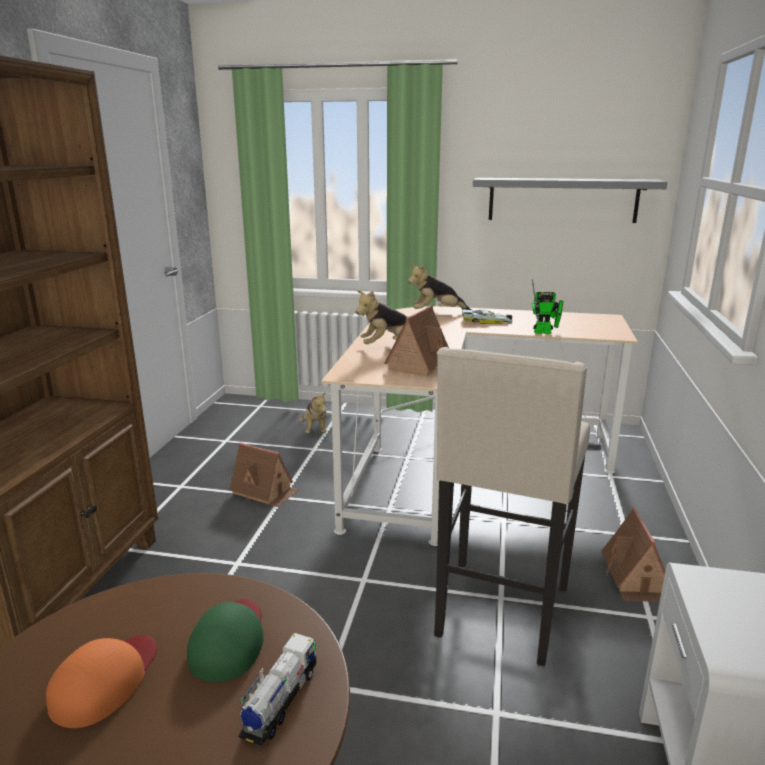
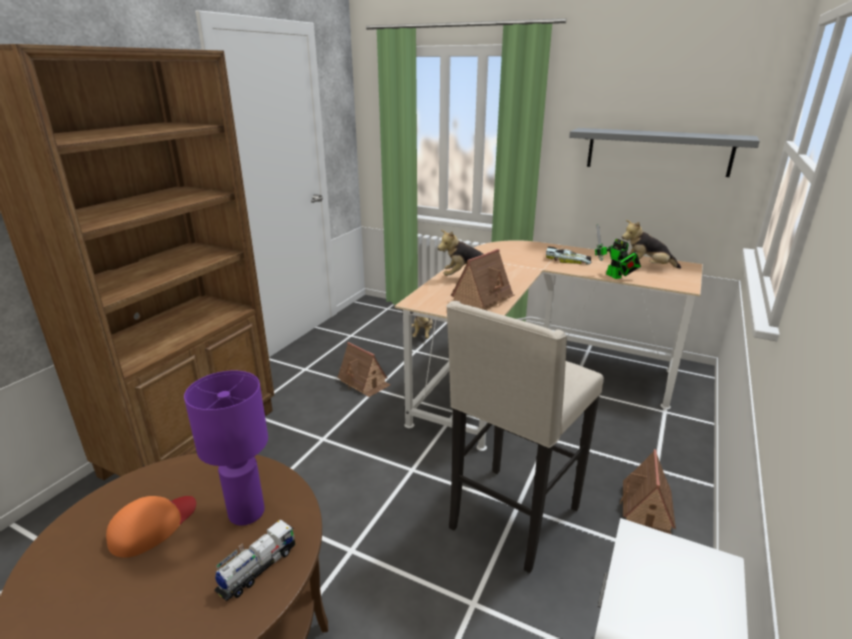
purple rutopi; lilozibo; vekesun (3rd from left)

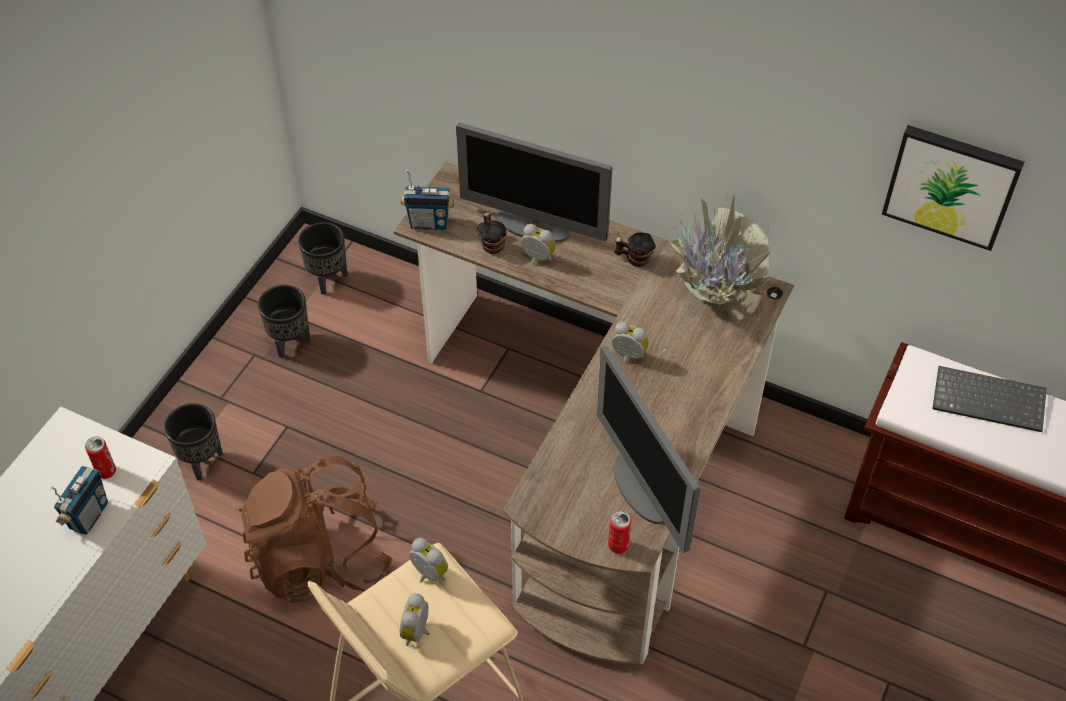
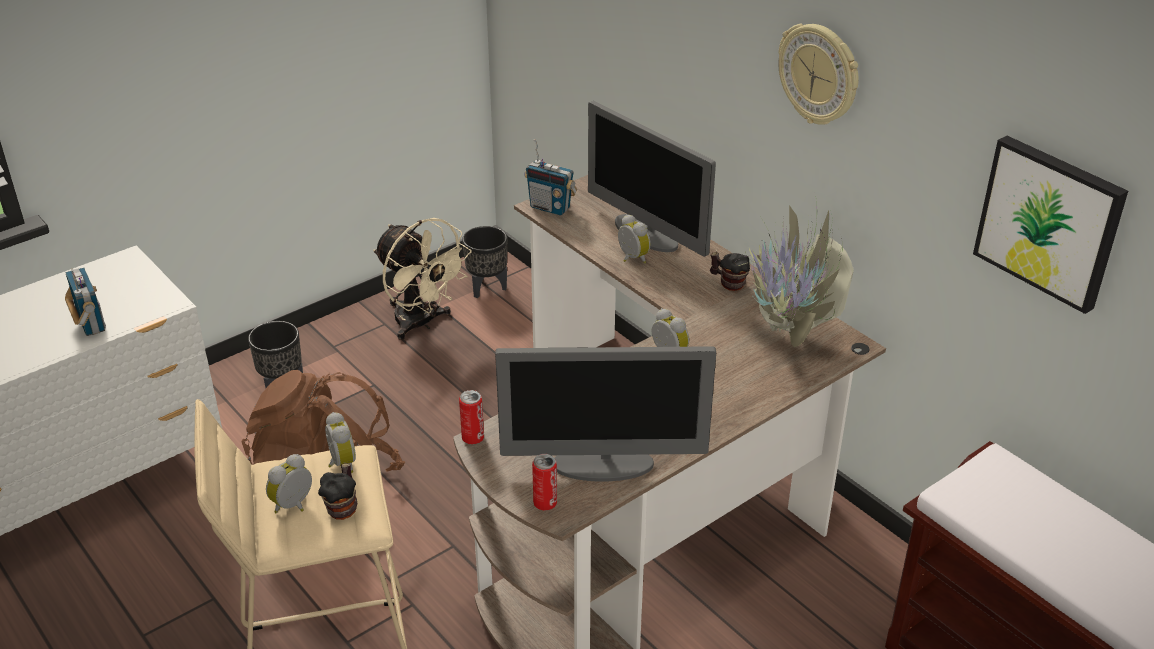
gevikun (1st from left); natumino (1st from left); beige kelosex; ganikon (1st from left); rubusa (1st from left); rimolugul; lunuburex

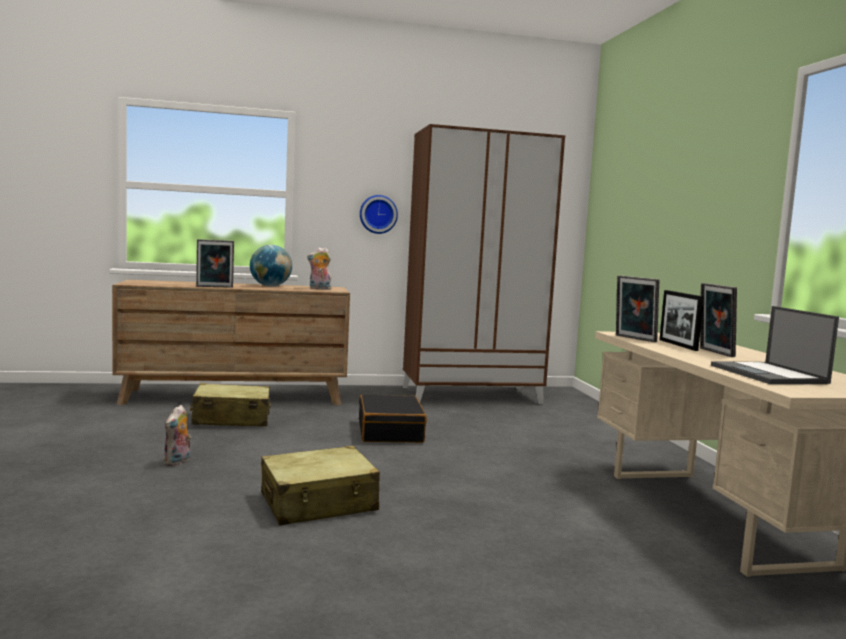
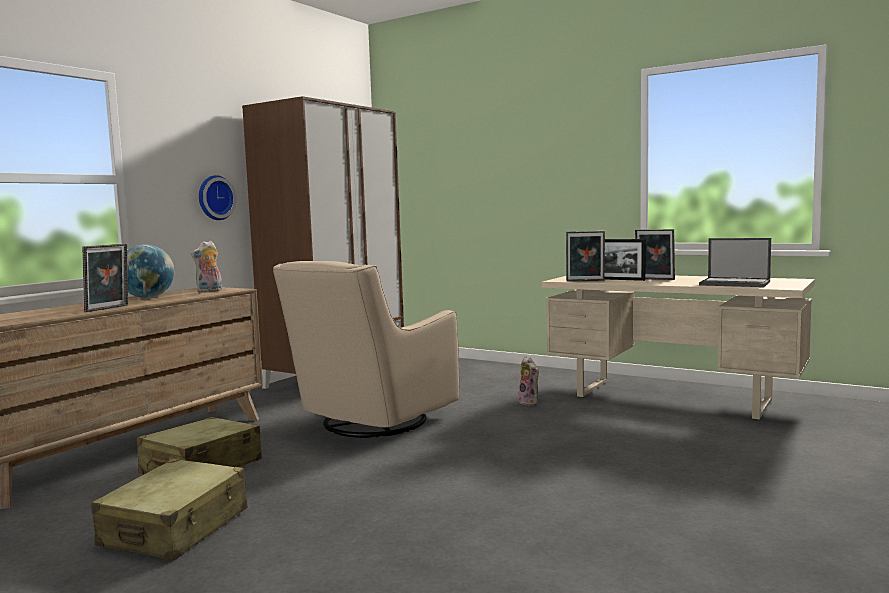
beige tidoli (1st from left); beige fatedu; vekesun (2nd from left)

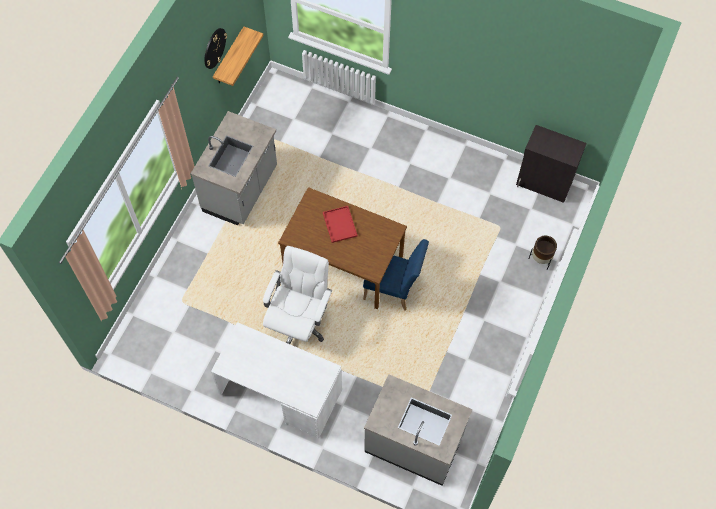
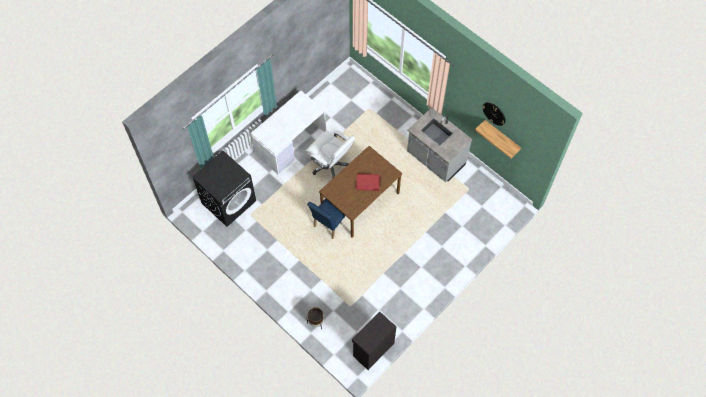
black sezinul

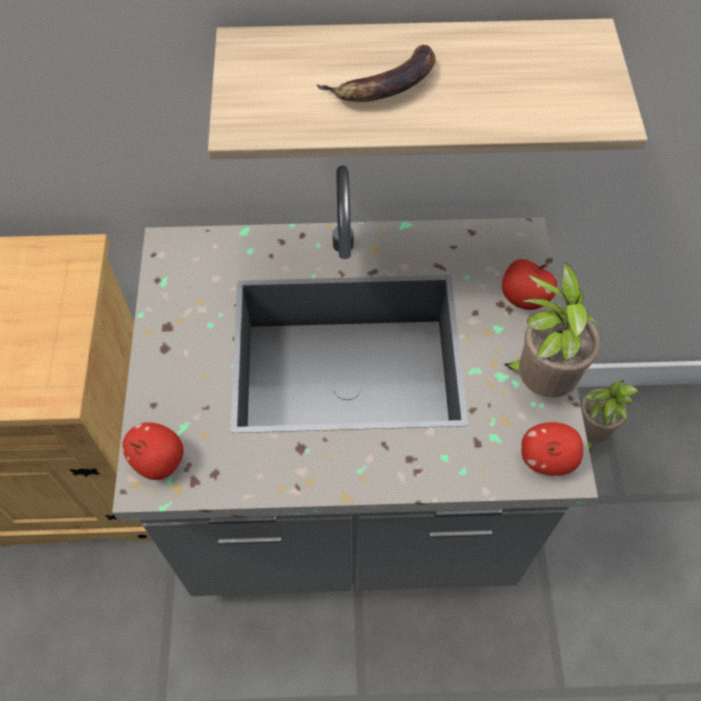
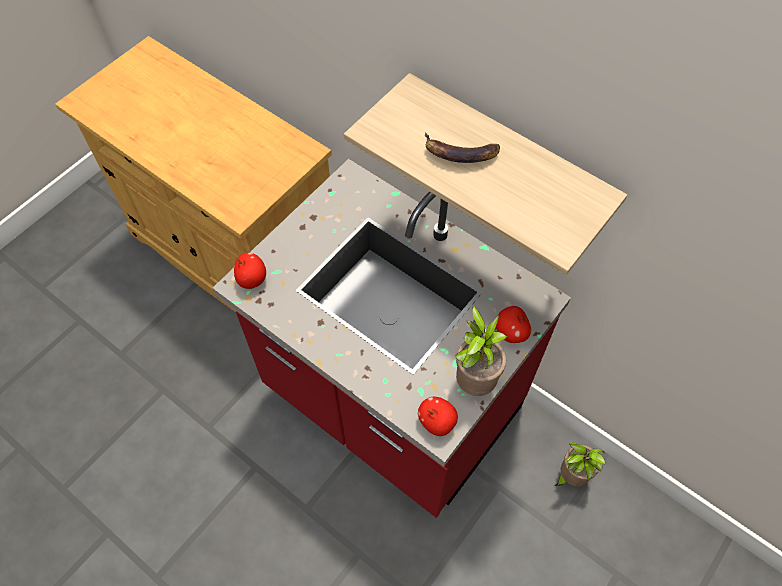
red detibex

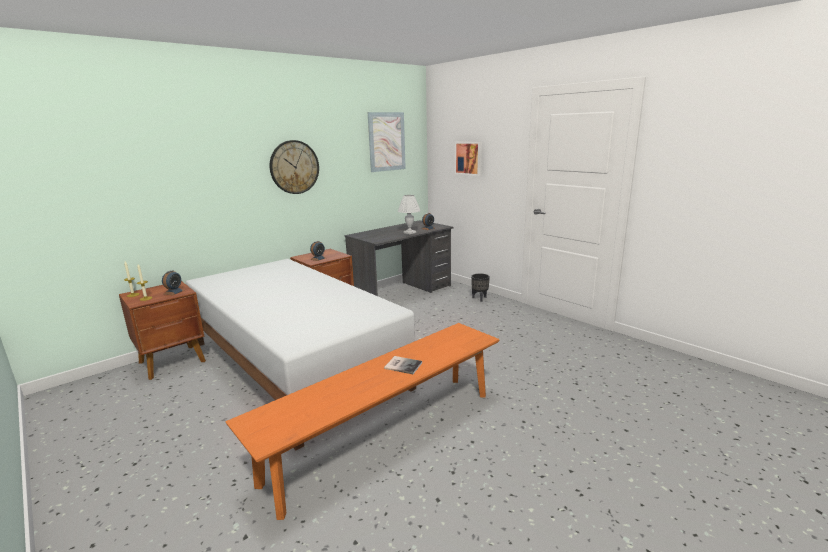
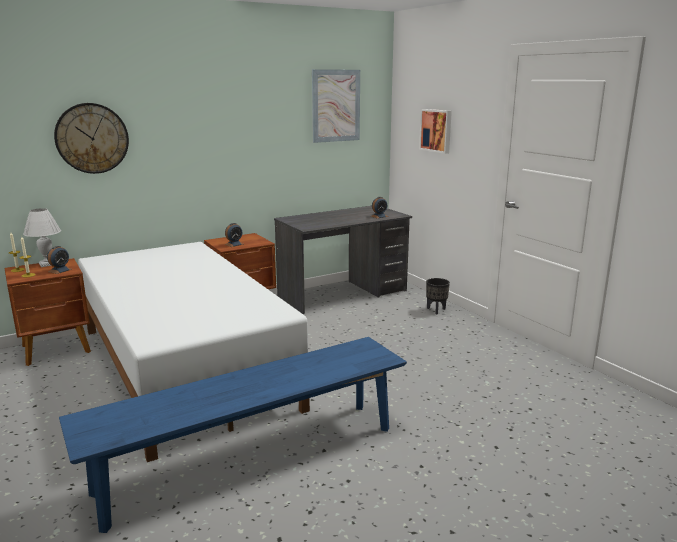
white rutopi; rimolugul; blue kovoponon; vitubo

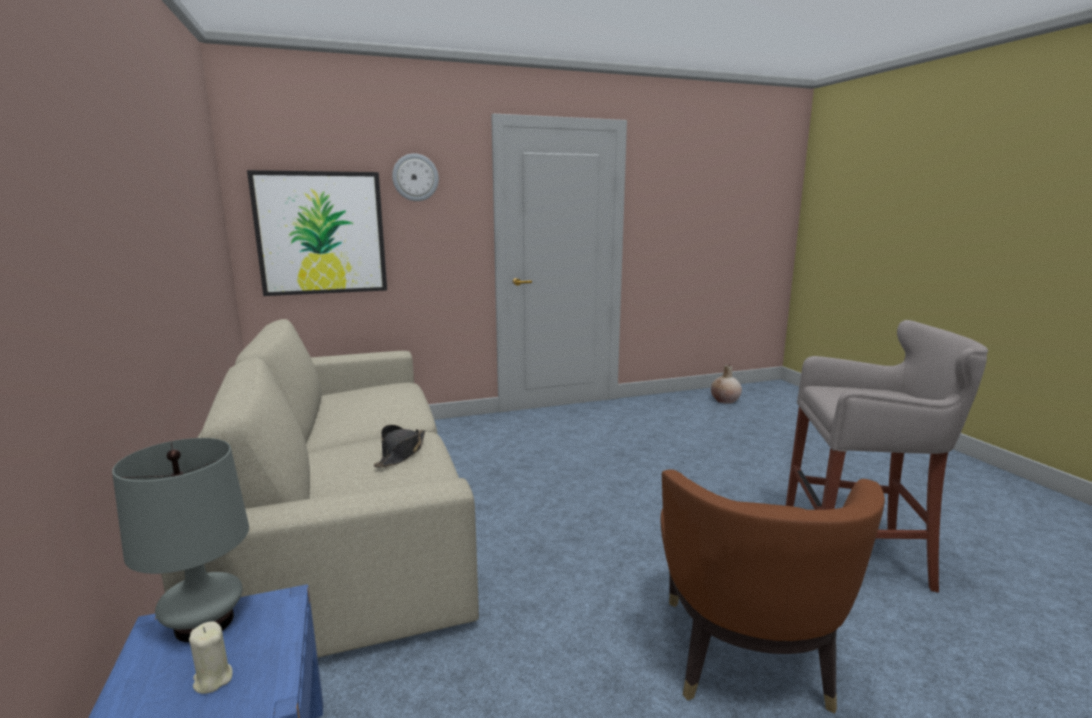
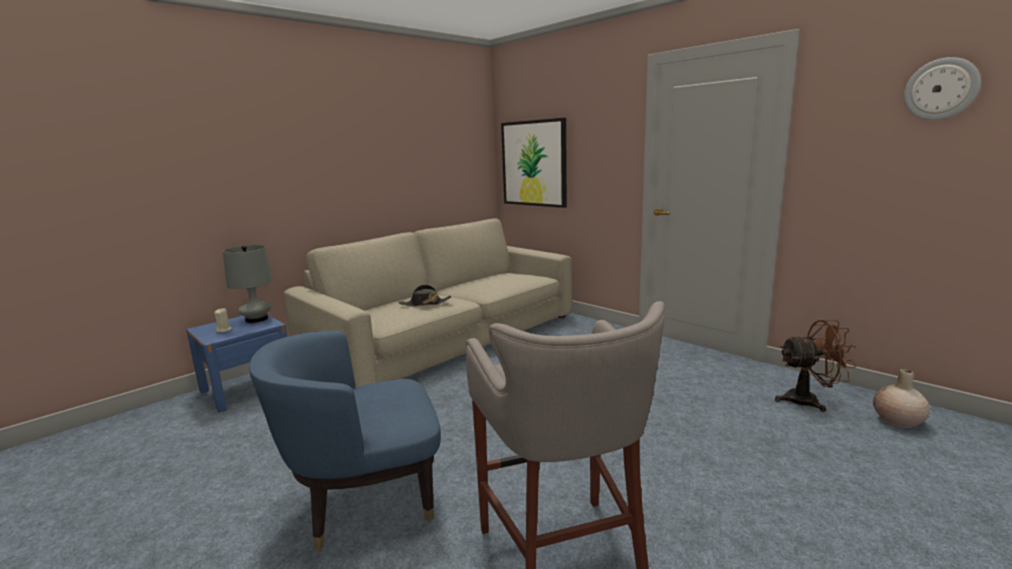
blue fatedu; brown kelosex; rimolugul

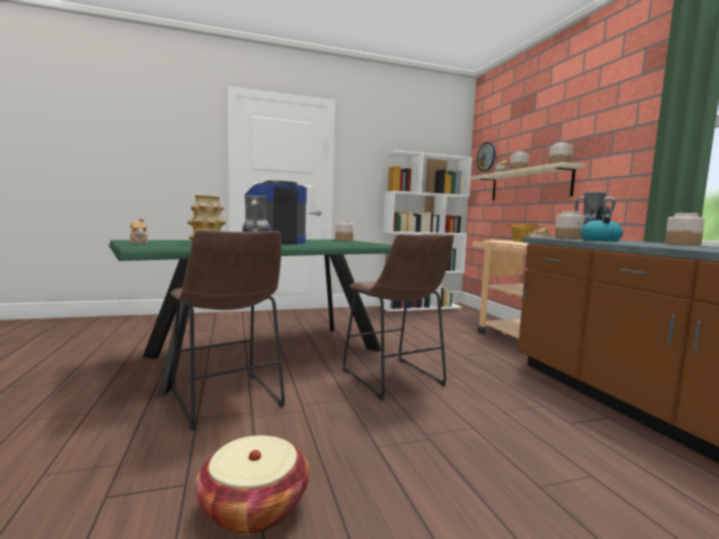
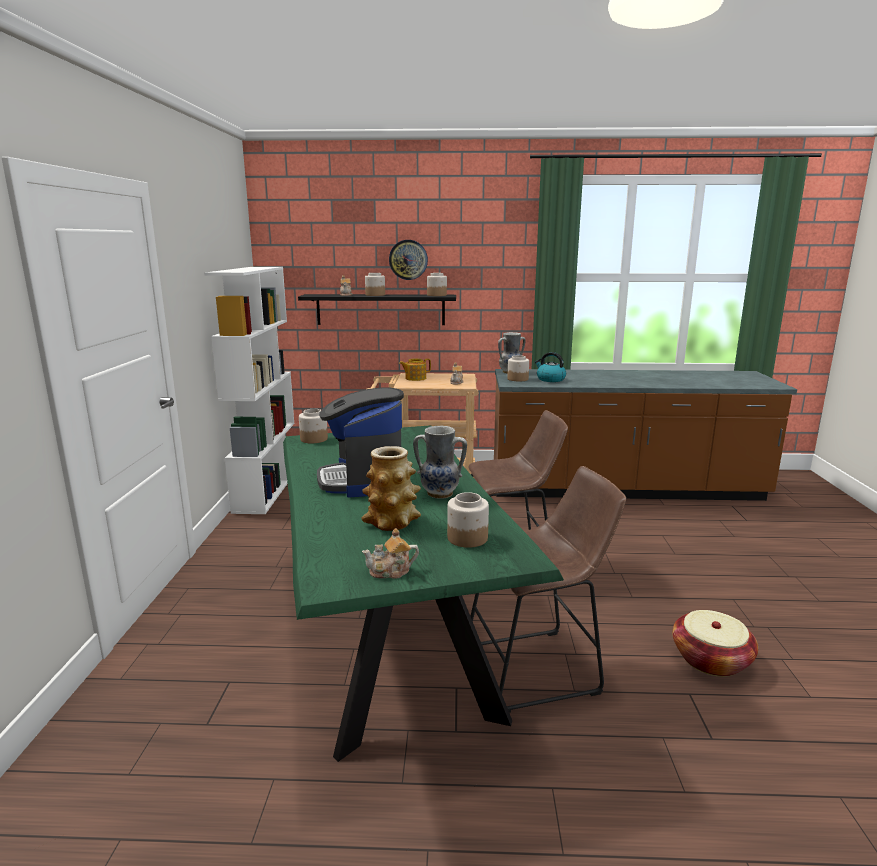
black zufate; rimolugul; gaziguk (4th from left)

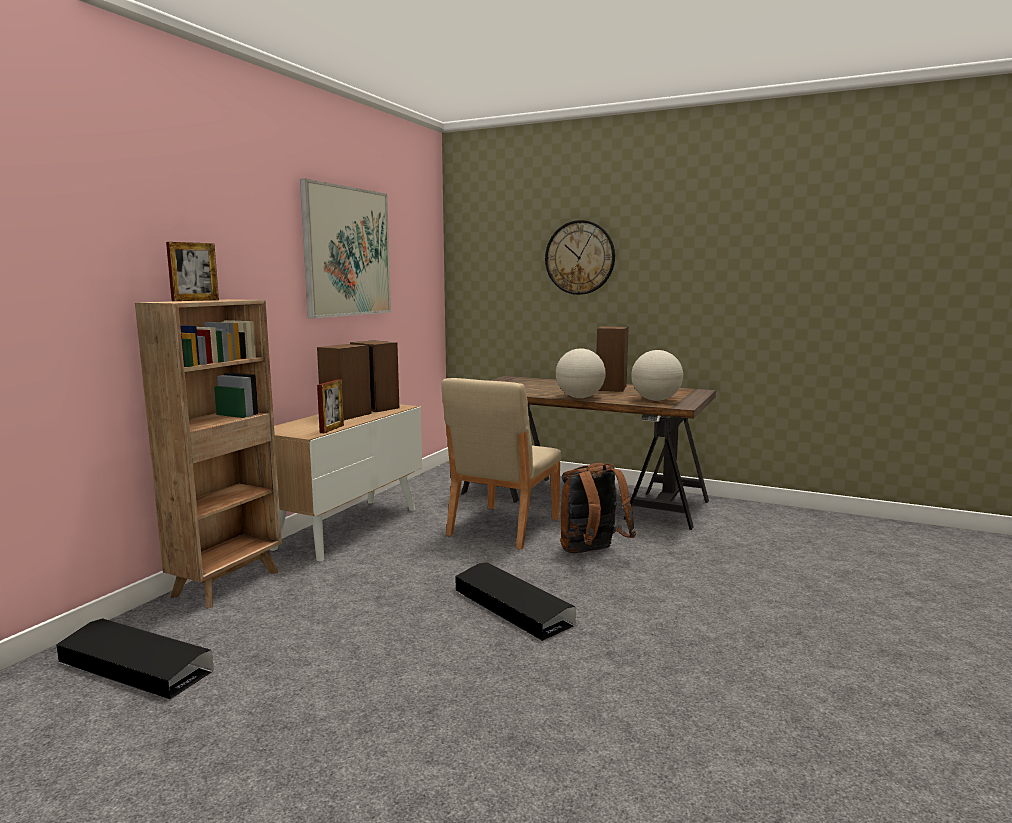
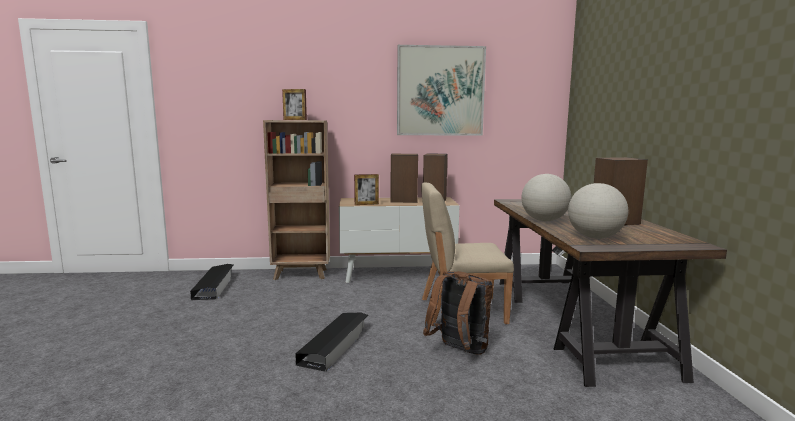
rimolugul

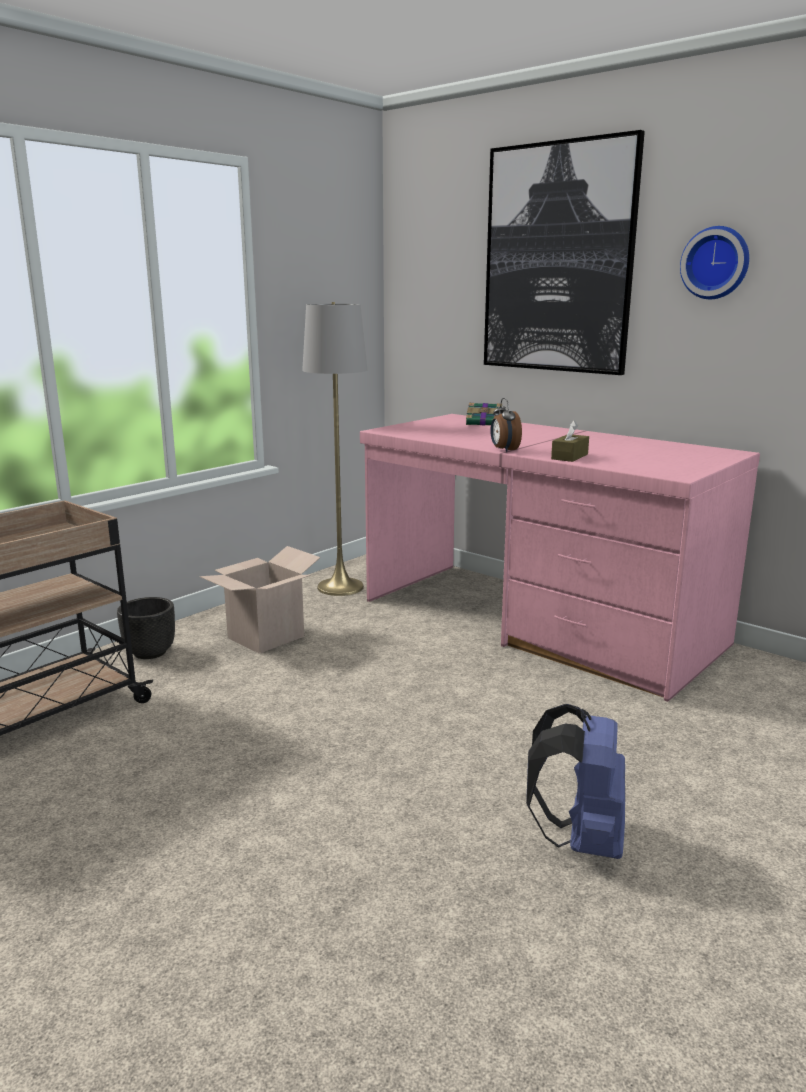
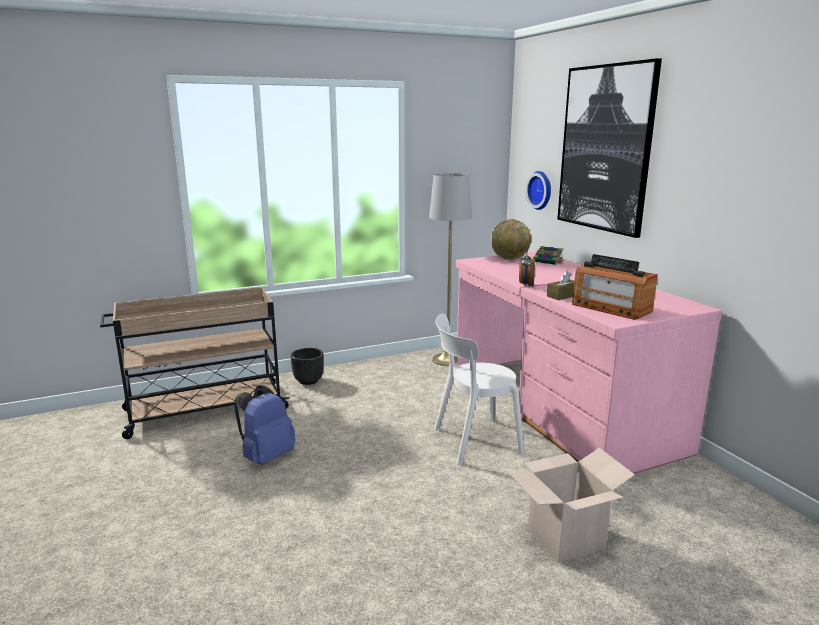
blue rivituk; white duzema; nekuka; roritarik; rimolugul; gevikun

